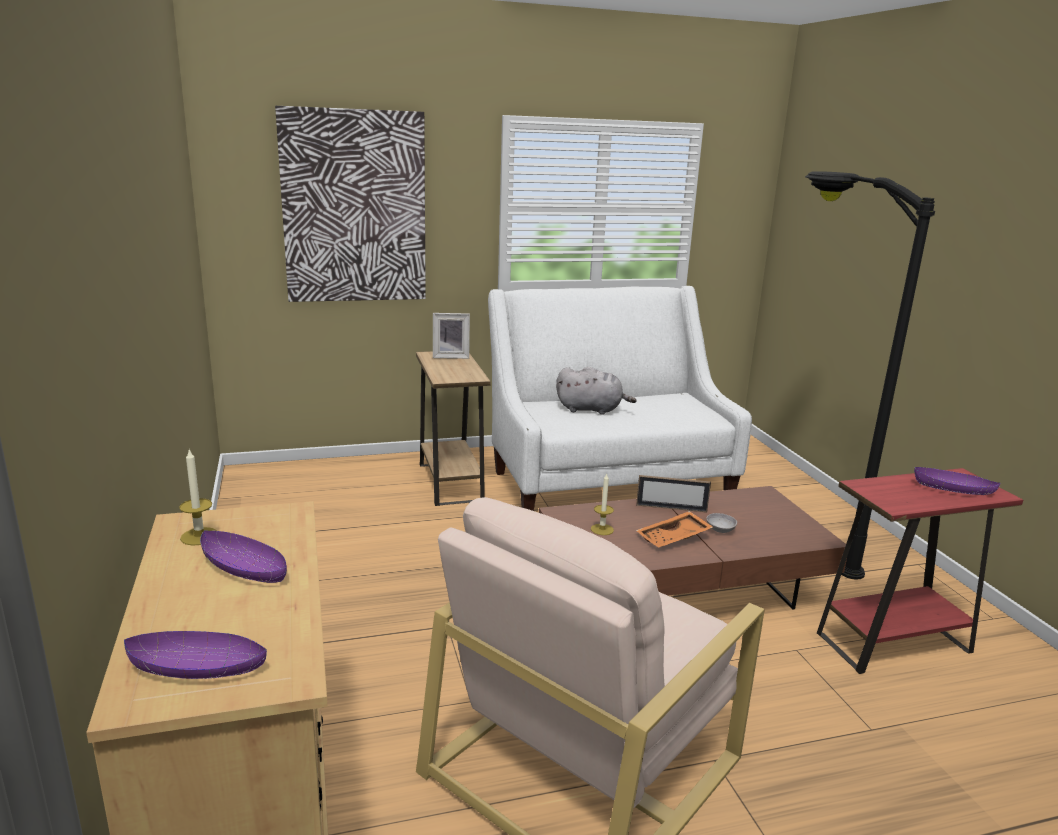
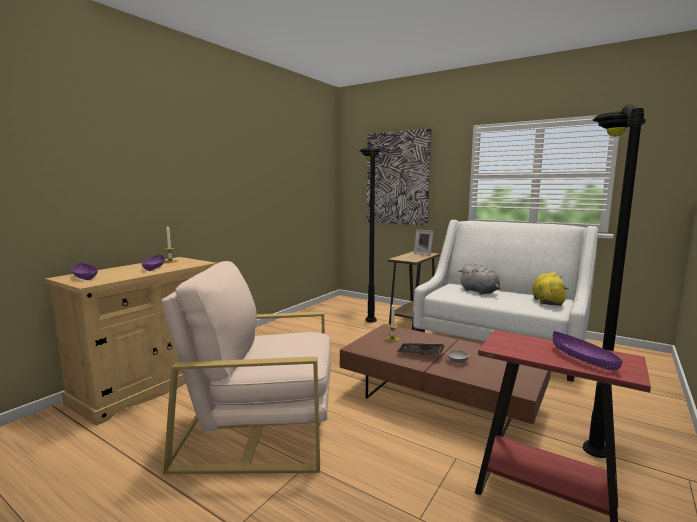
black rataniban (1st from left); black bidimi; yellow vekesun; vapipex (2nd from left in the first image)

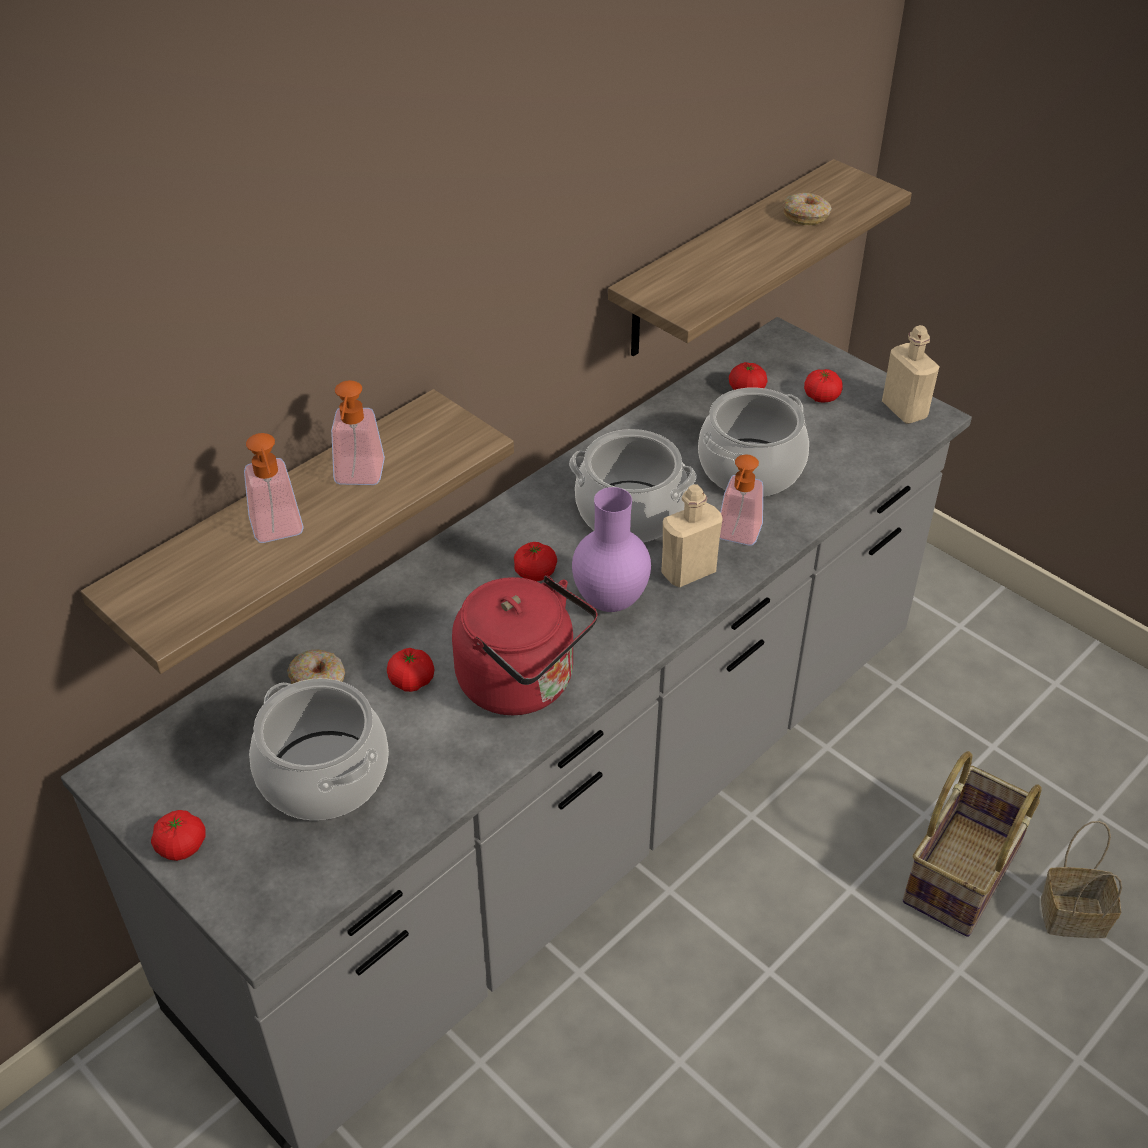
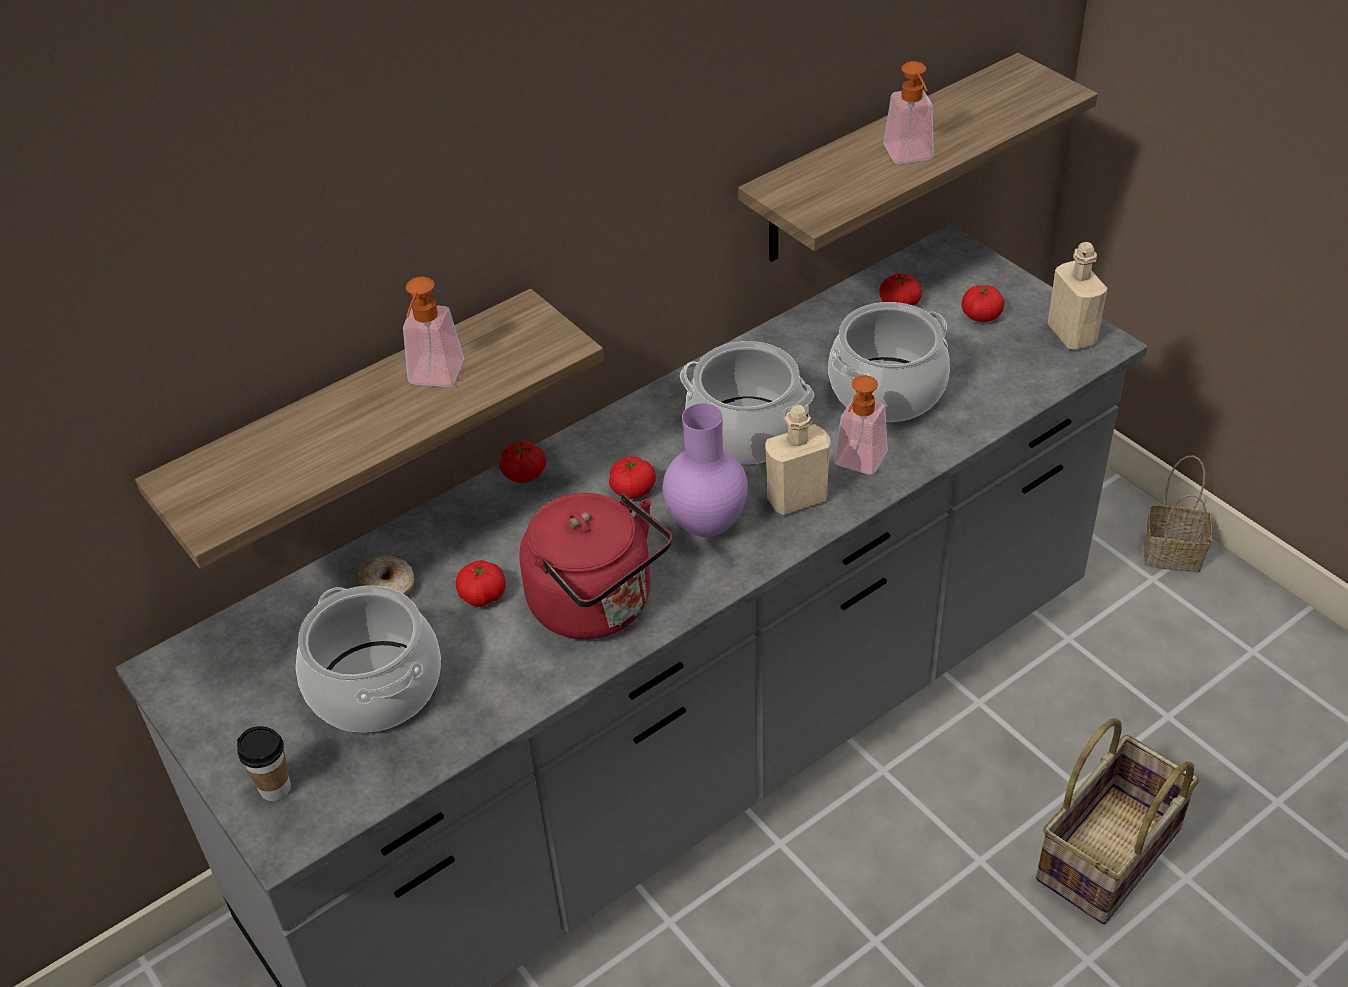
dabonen; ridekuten (2nd from left); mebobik (3rd from left); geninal (2nd from left); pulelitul (2nd from left in the first image)

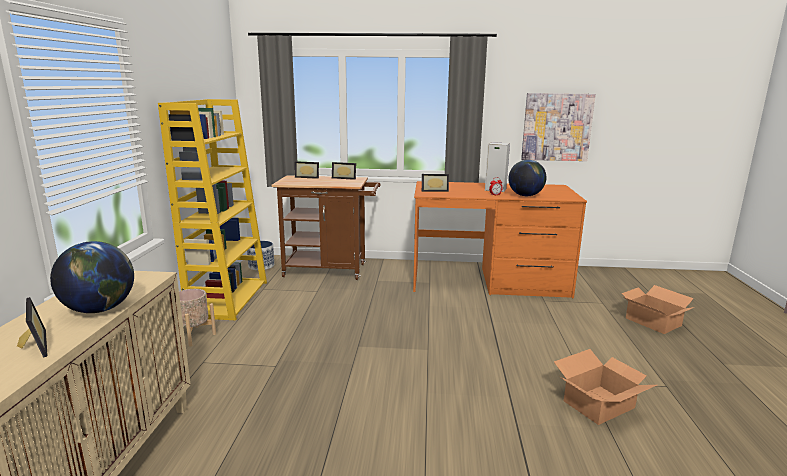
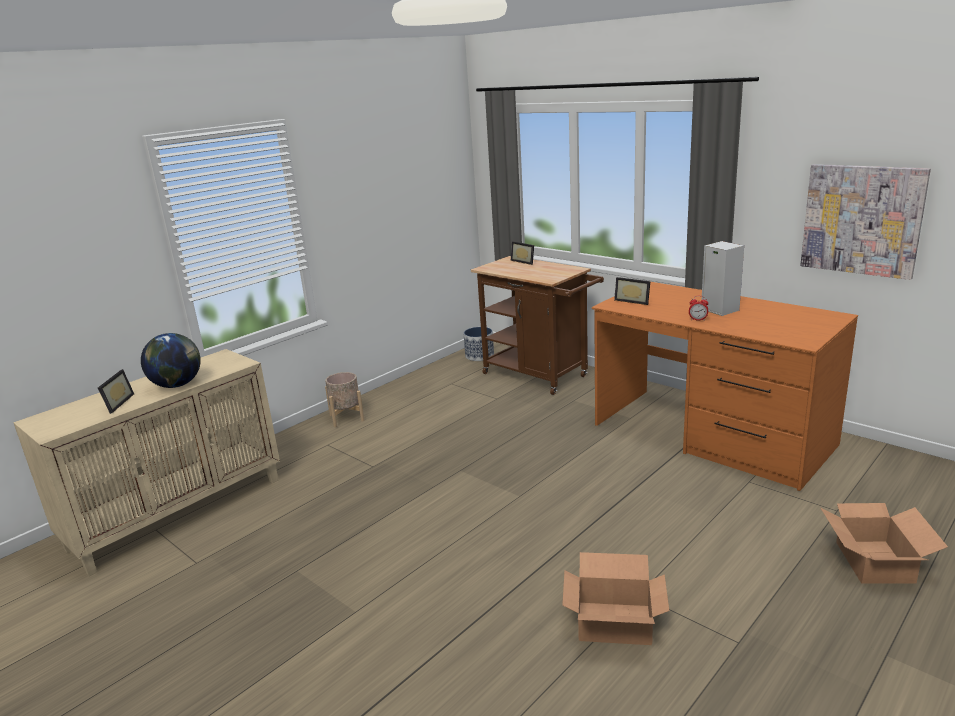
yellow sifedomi; vapipex (3rd from left in the first image); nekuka (2nd from left in the first image)

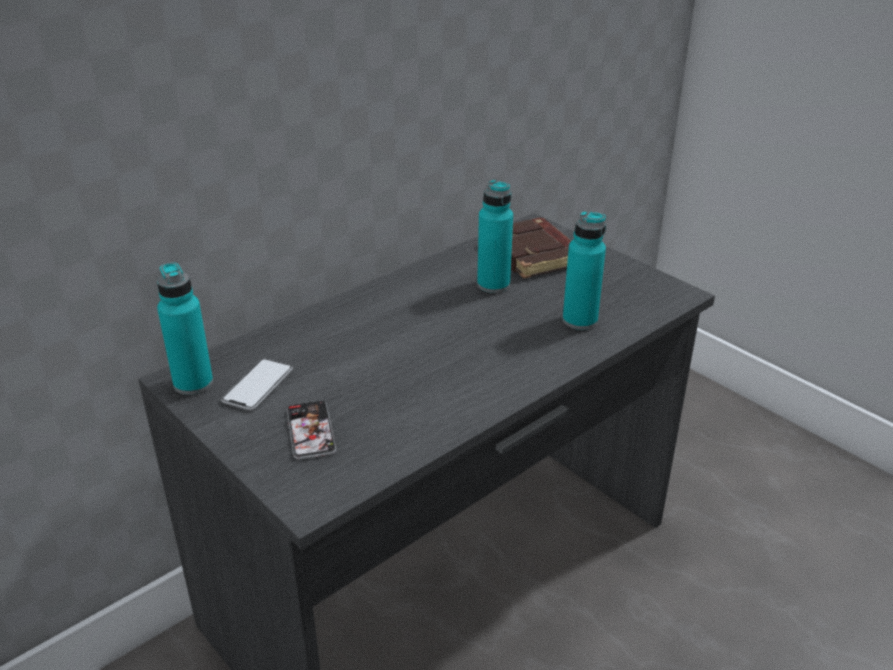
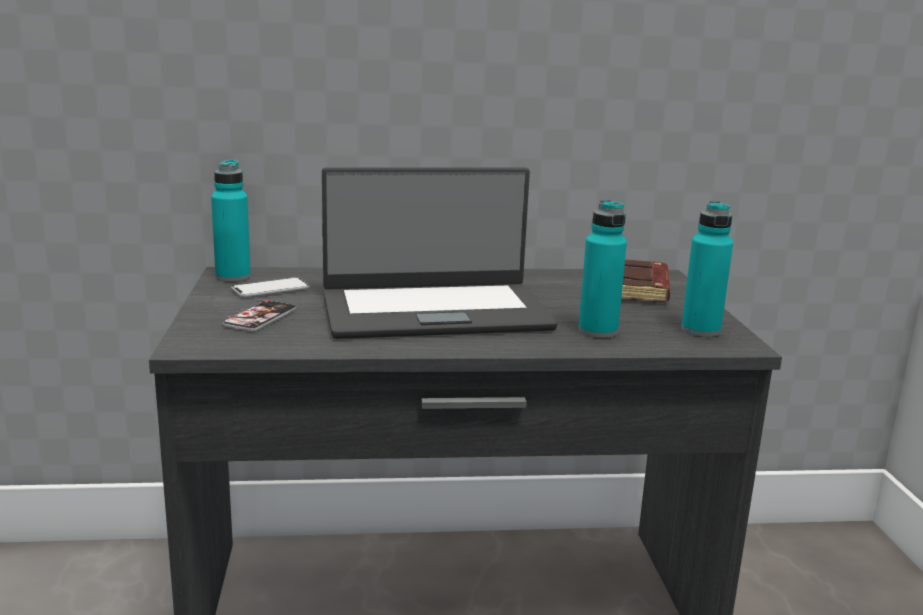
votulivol; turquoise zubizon (3rd from left)

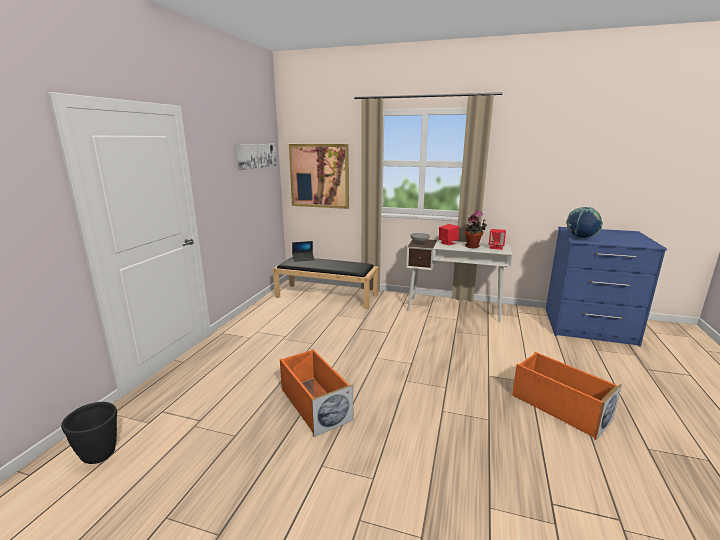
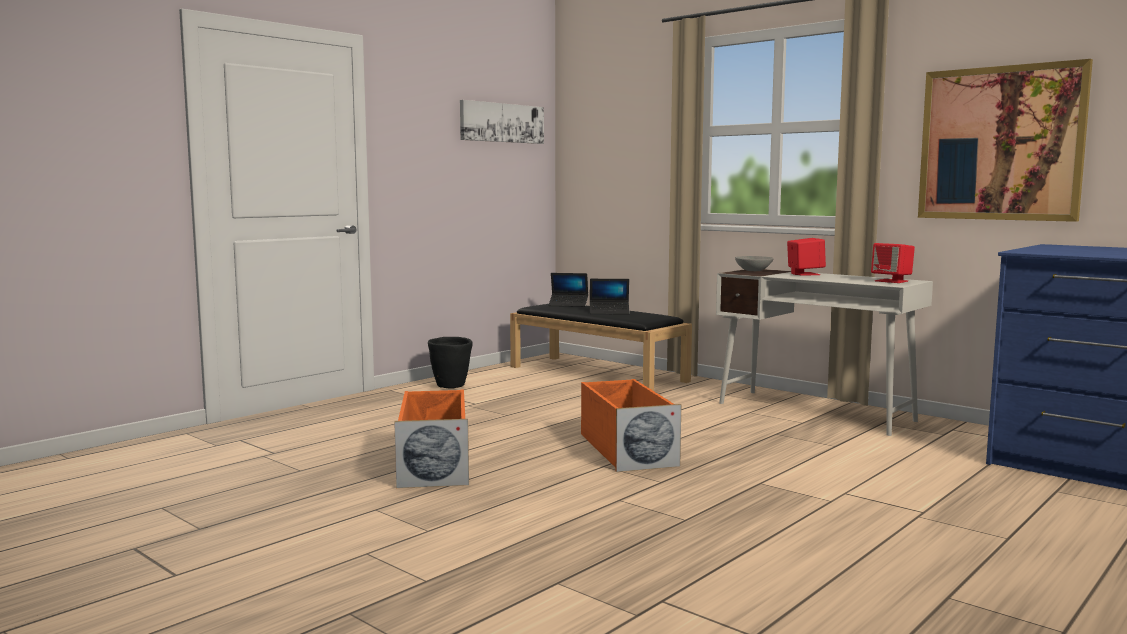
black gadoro; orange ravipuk (2nd from left); votulivol (2nd from left); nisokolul (2nd from left); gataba; nekuka

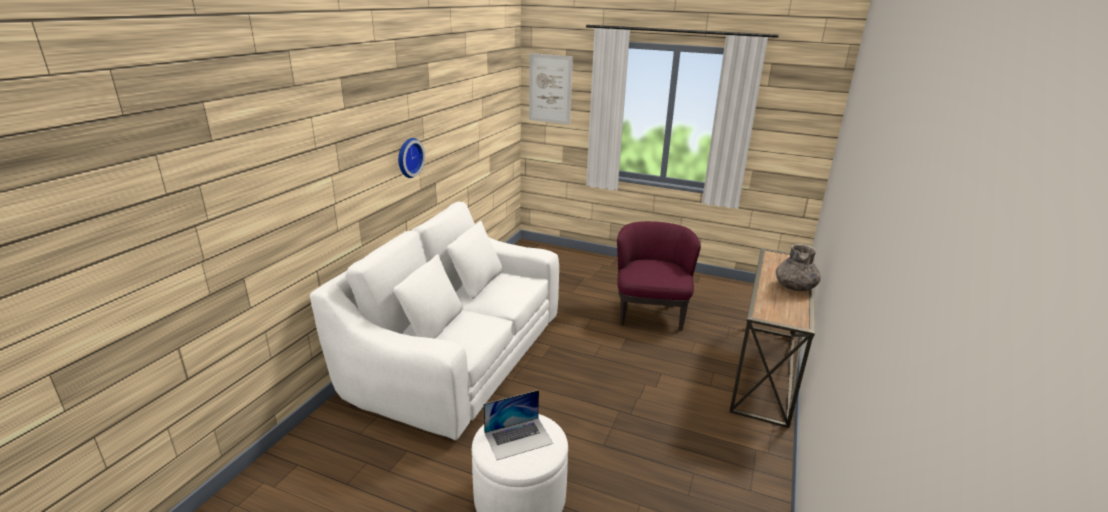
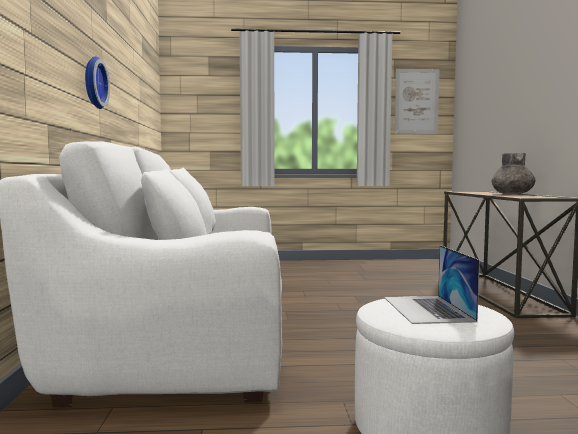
votulivol; nisokolul; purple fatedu

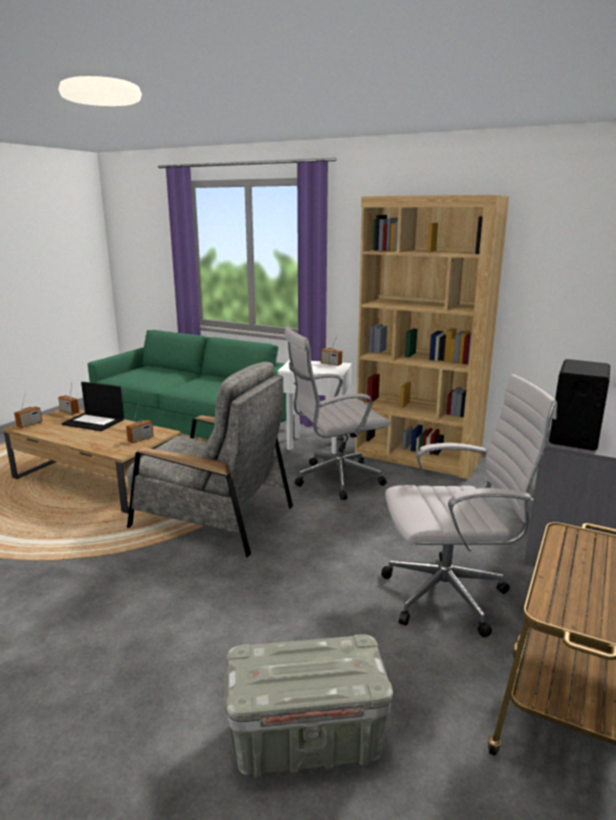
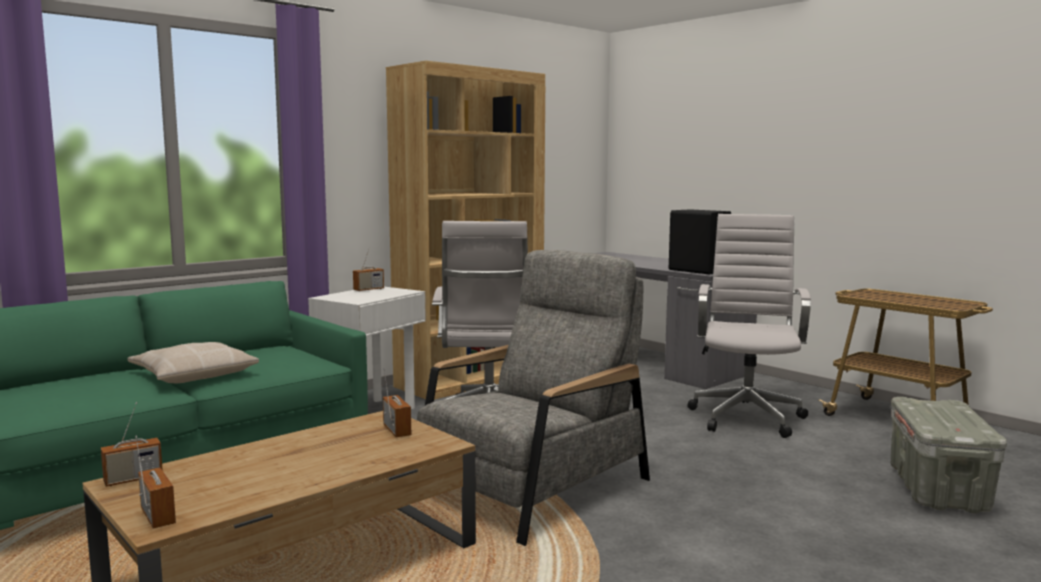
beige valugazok; votulivol

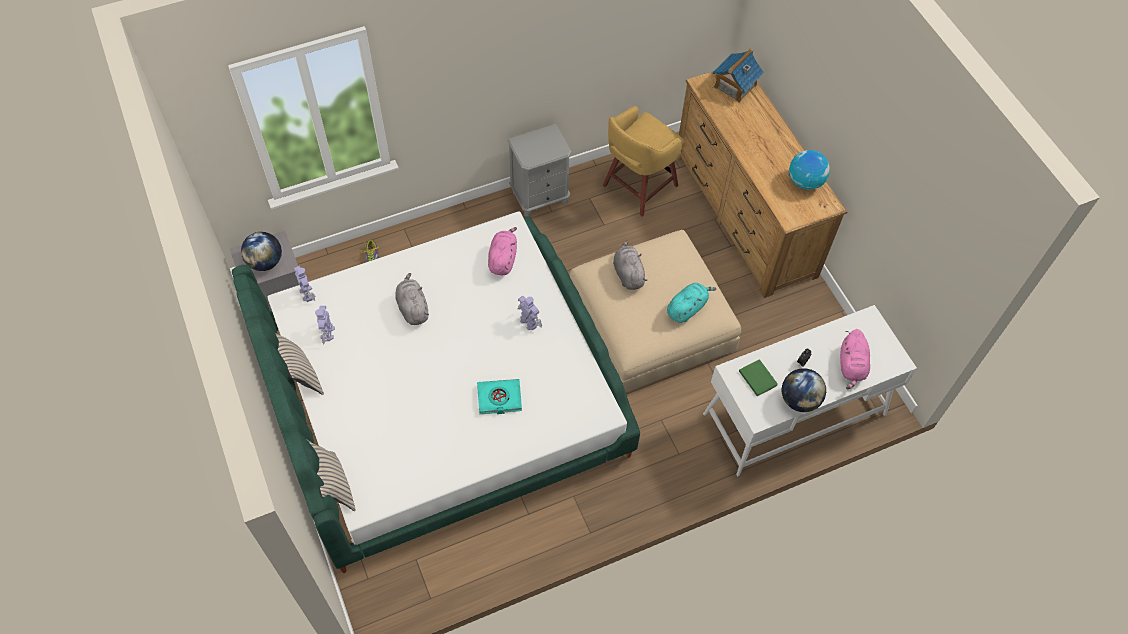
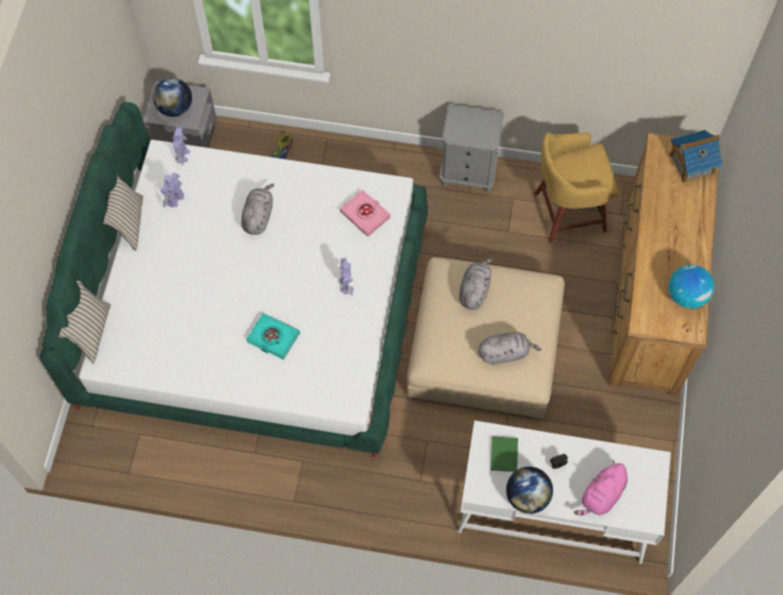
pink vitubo; grey vekesun (3rd from left)

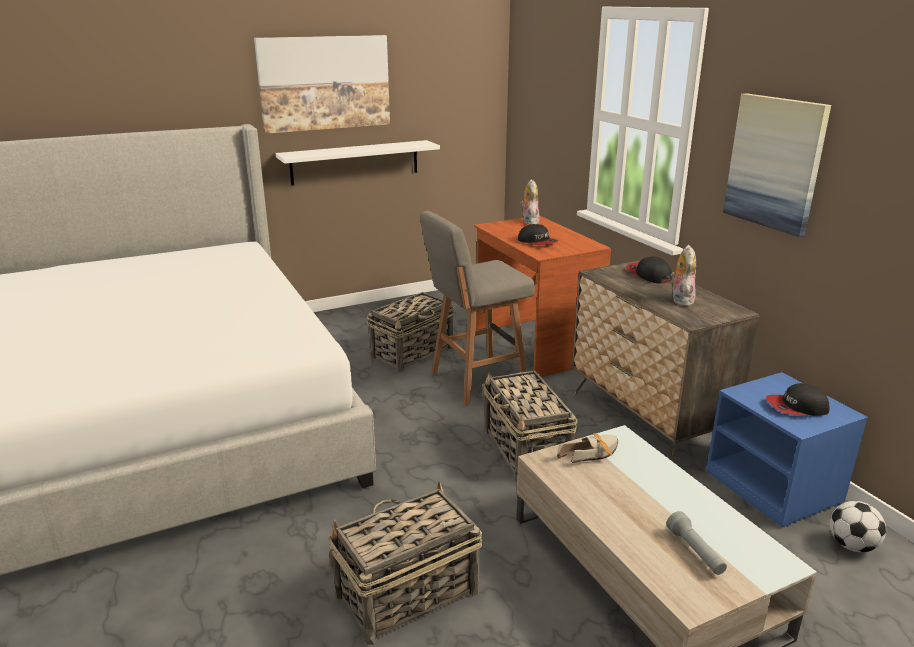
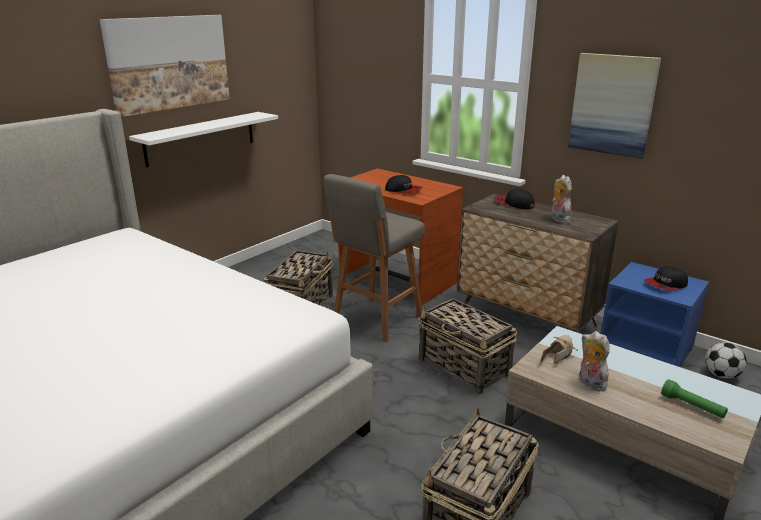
vekesun (2nd from left); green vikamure

